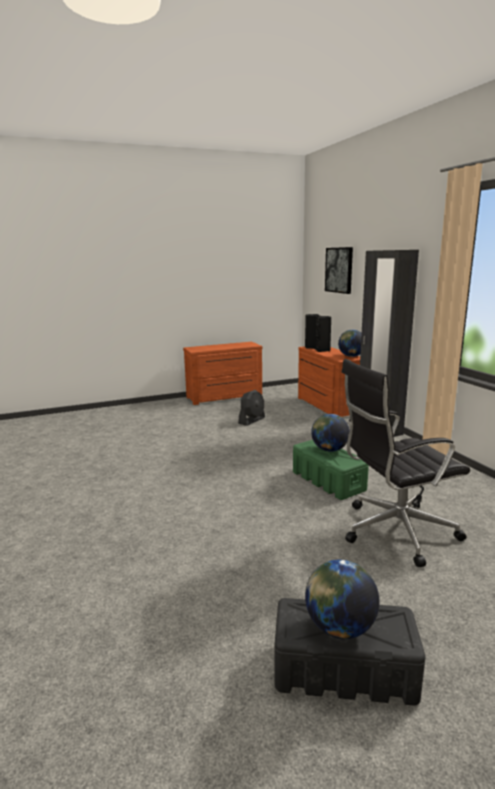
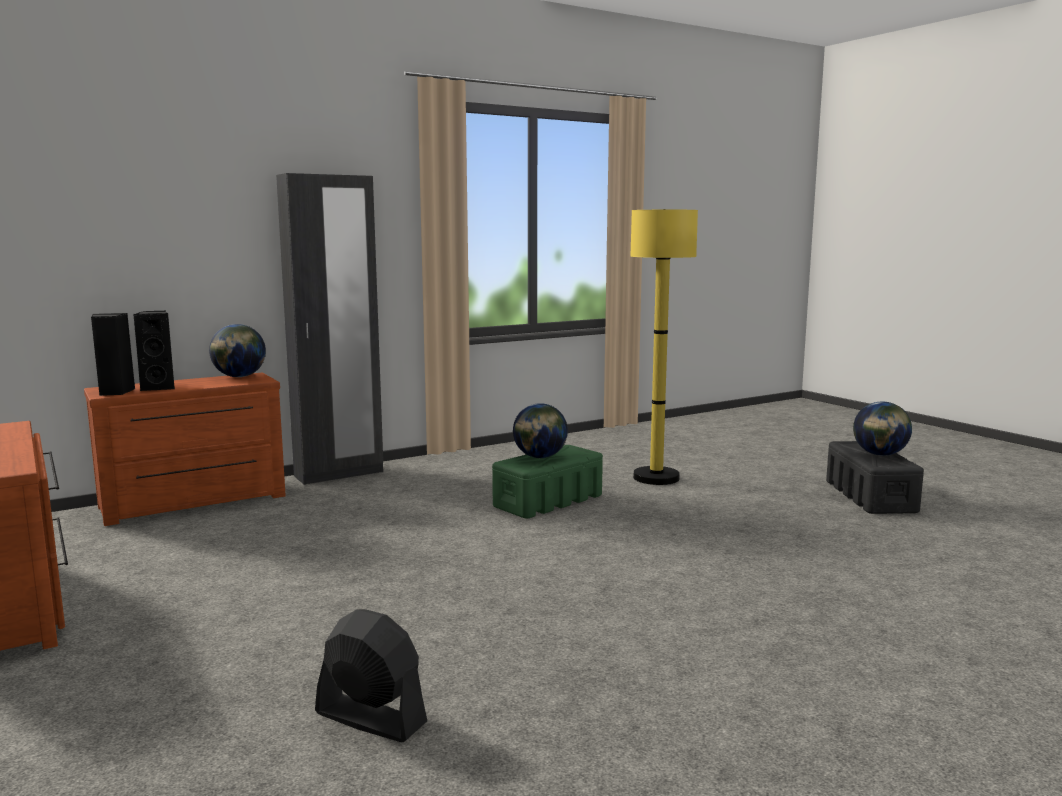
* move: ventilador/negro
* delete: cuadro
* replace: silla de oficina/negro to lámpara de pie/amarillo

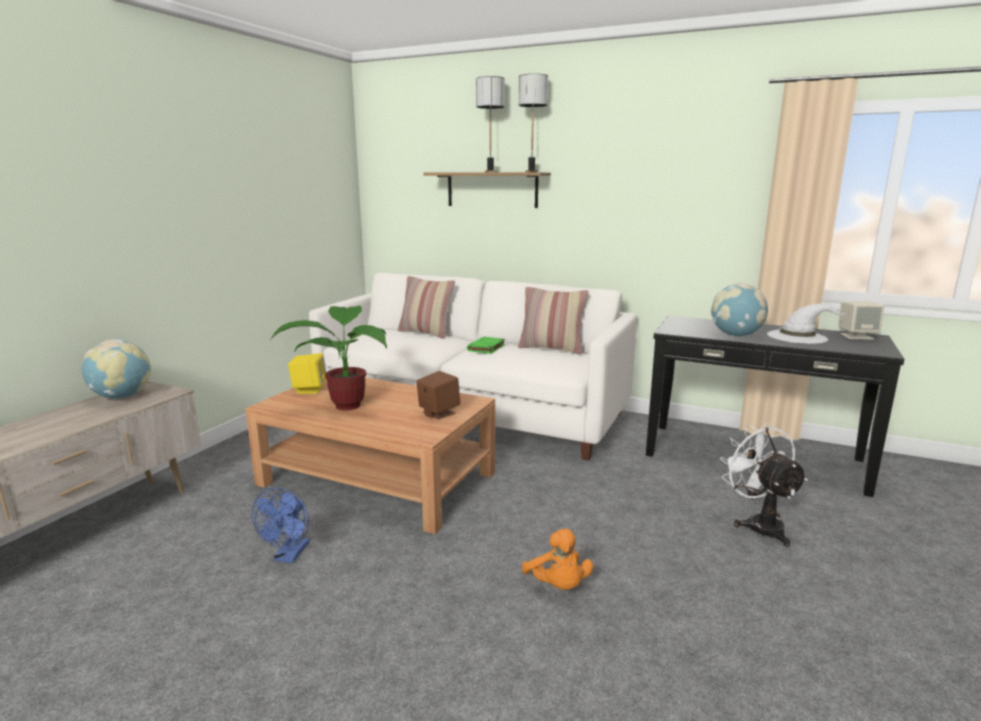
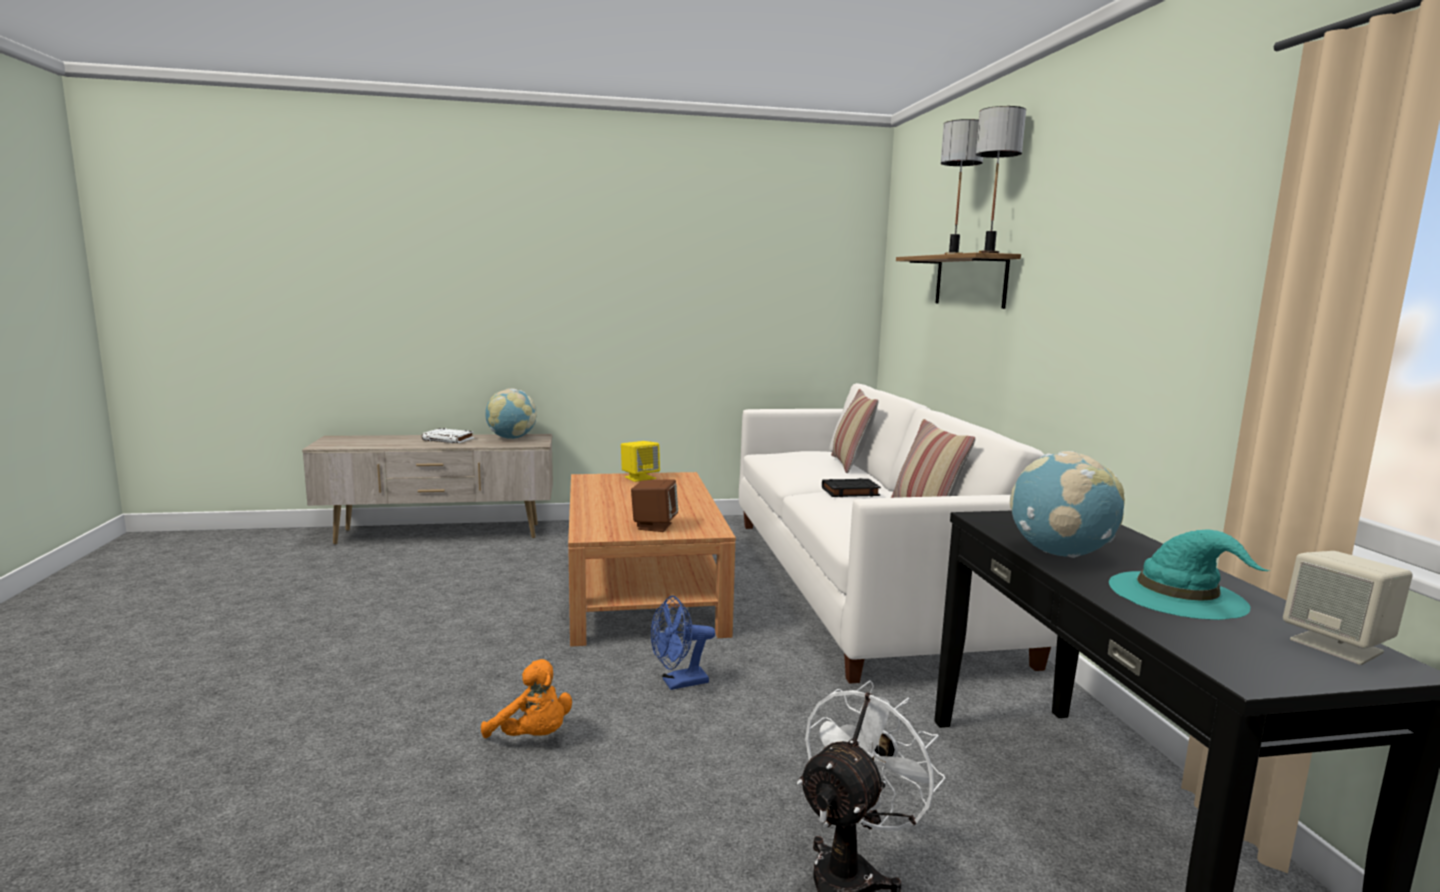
* move: ventilador/azul
* delete: planta en maceta
* recolor: libro/verde to libro/negro
* rotate: peluche/naranja 90 degrees counterclockwise
* recolor: sombrero/blanco to sombrero/turquesa
* insert: libro/blanco

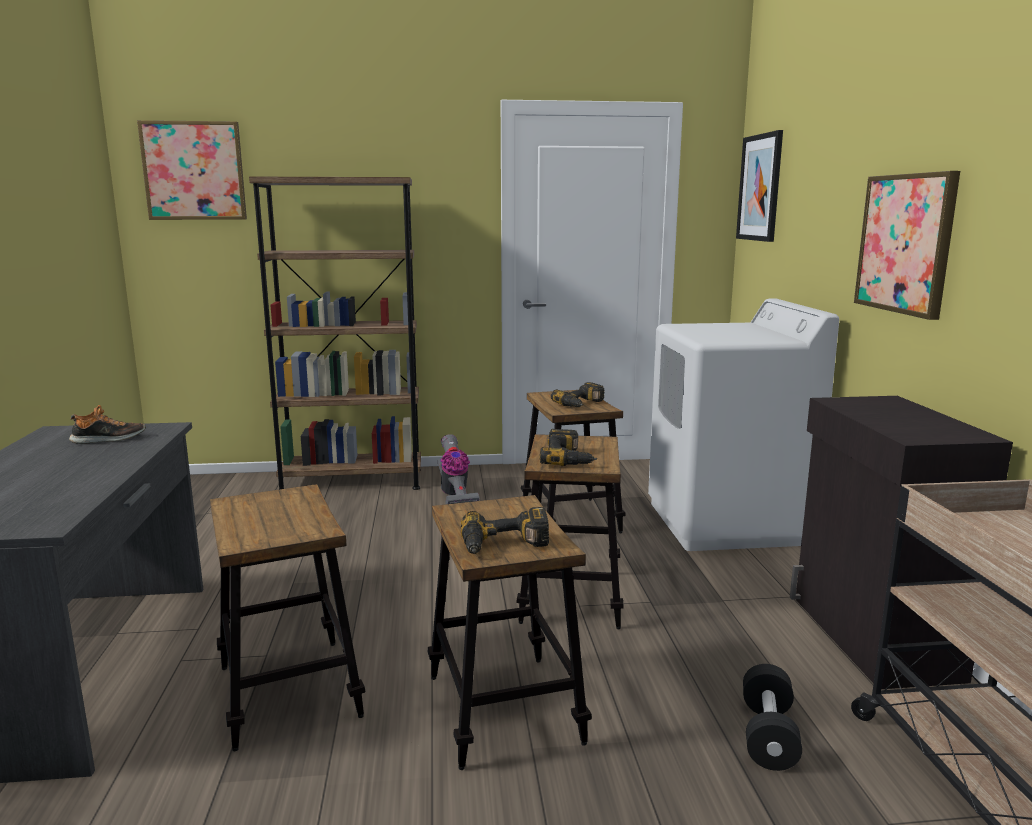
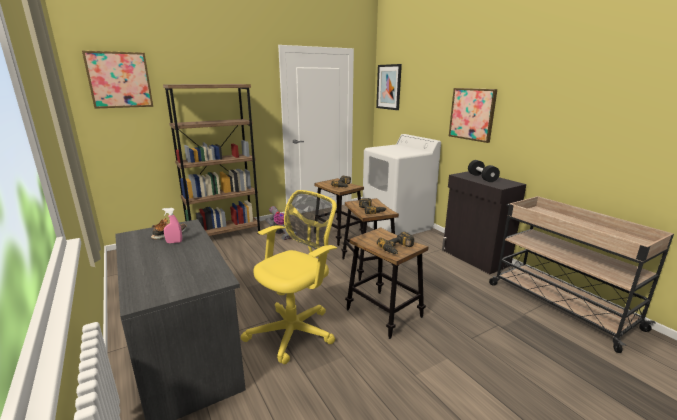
* replace: taburete (1st from left) to silla de oficina/amarillo
* move: mancuerna/negro
* insert: pulverizador/rosa

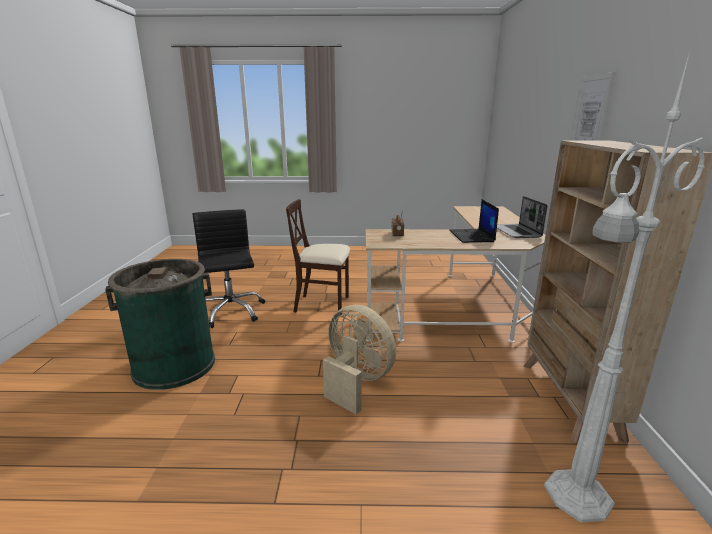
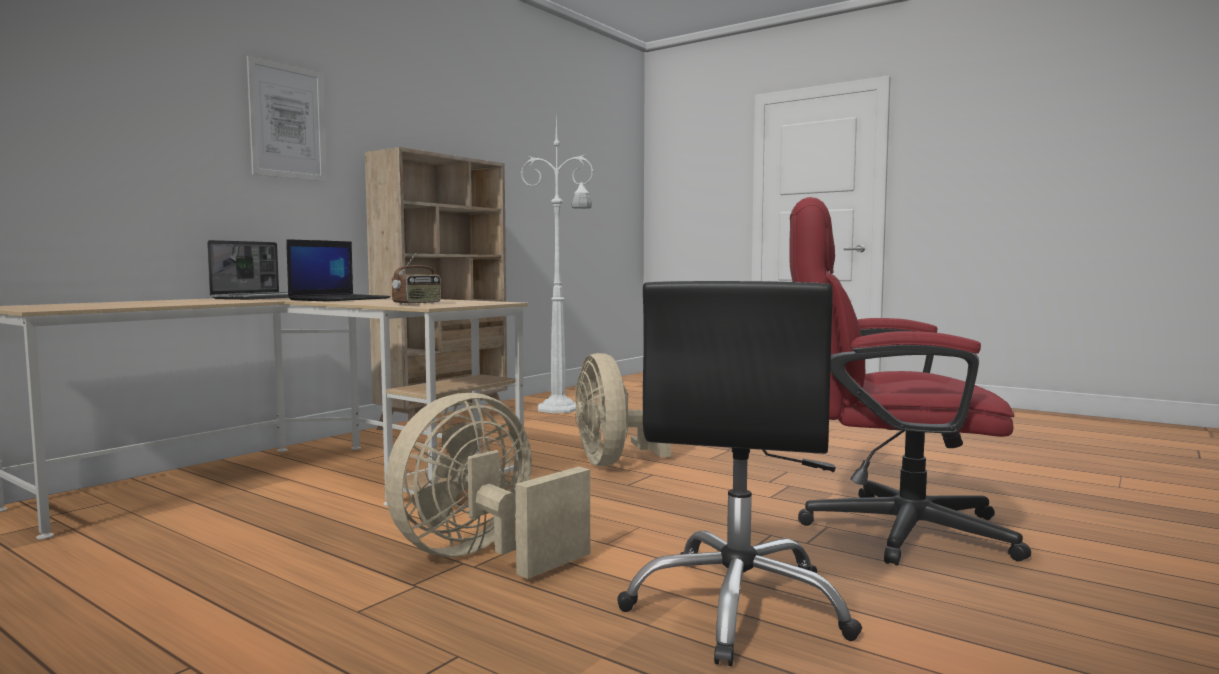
* replace: papelera/verde to silla de oficina/rojo
* replace: silla/beis to ventilador/beis (1st from left)

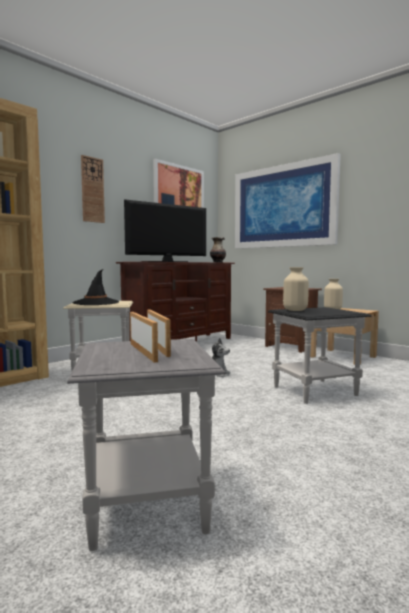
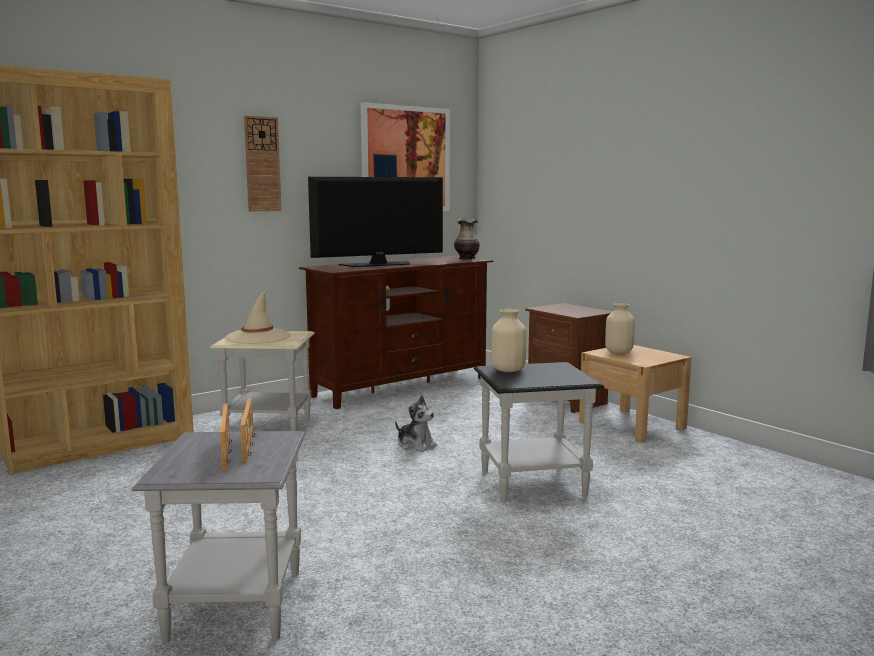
* recolor: sombrero/negro to sombrero/beis
* delete: cuadro (2nd from left)

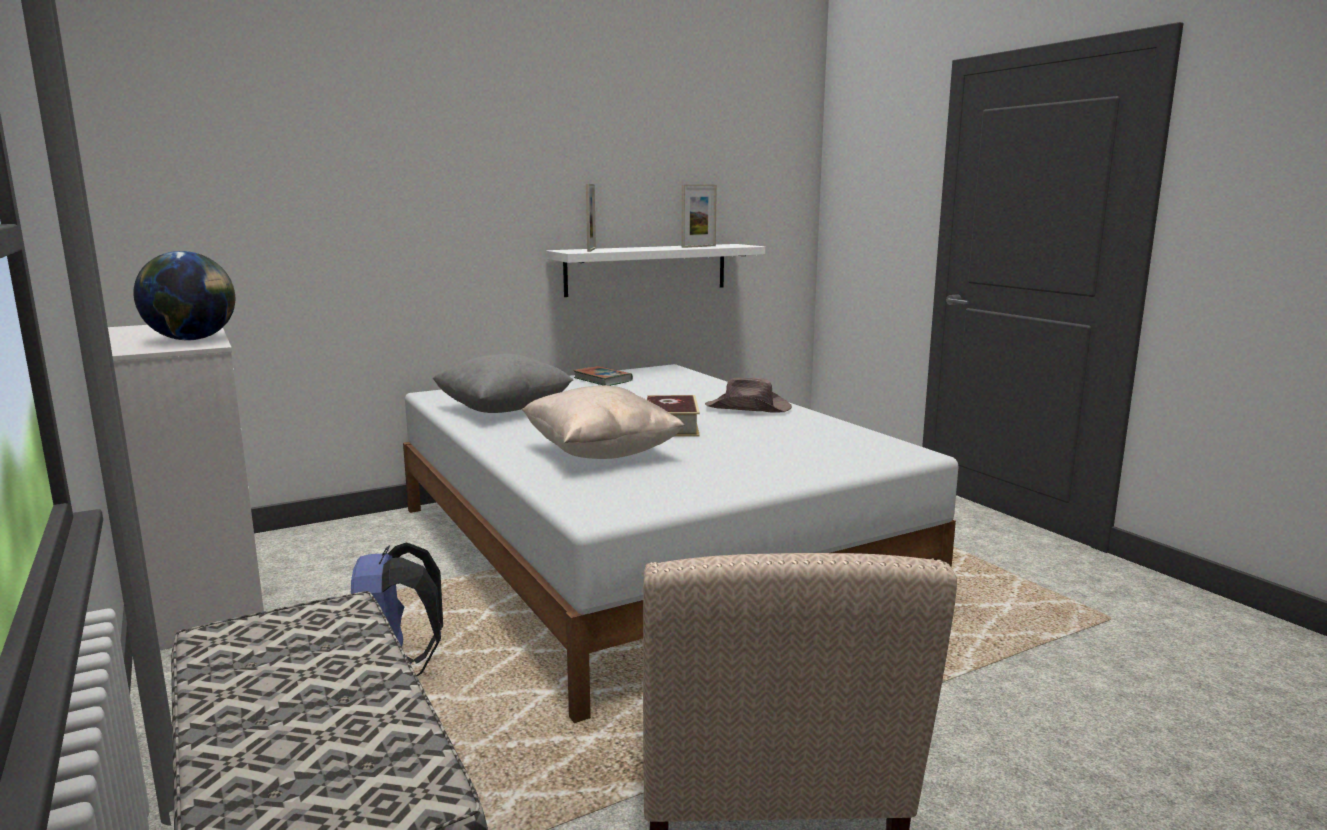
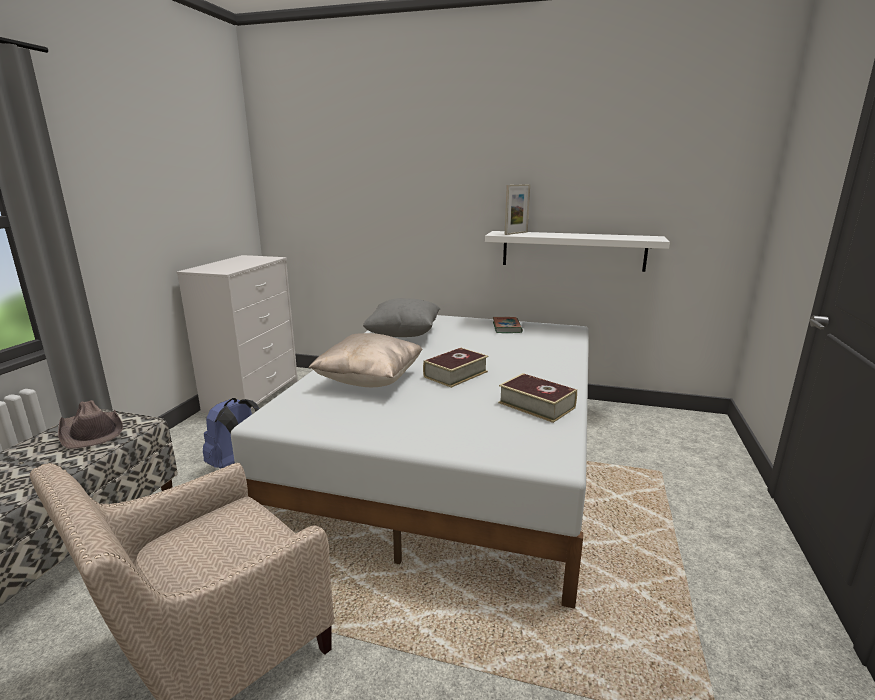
* delete: globo terráqueo
* delete: portarretratos (2nd from left)
* move: sombrero/marrón
* insert: libro (3rd from left)

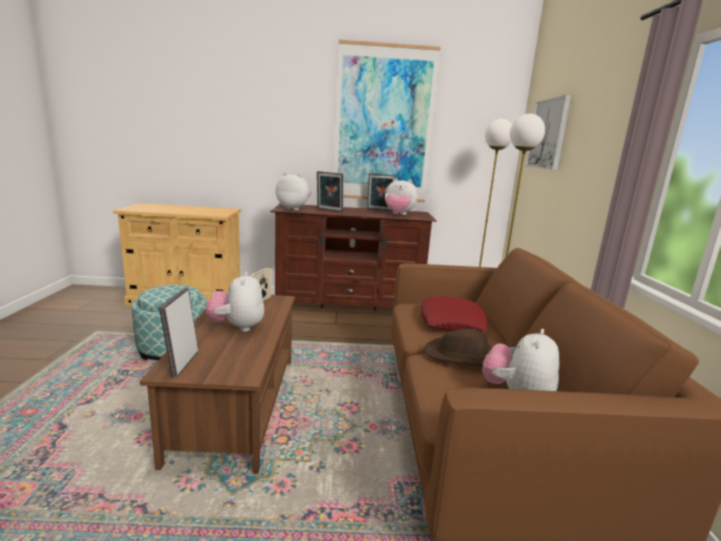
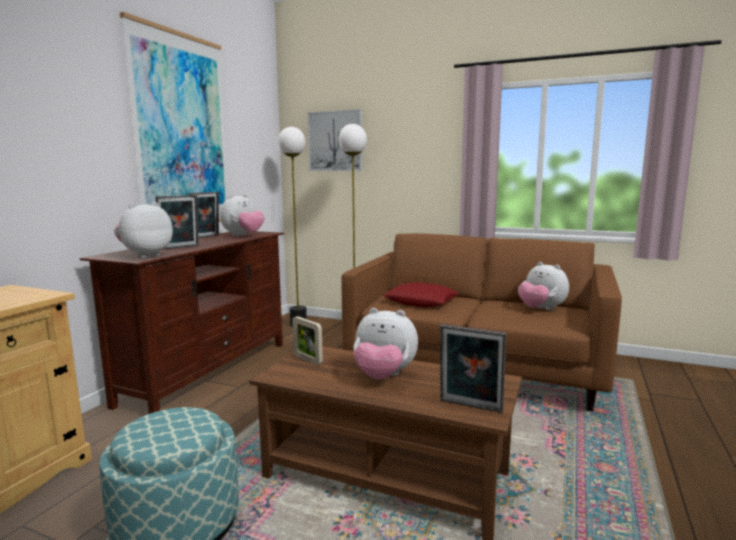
* delete: sombrero/marrón

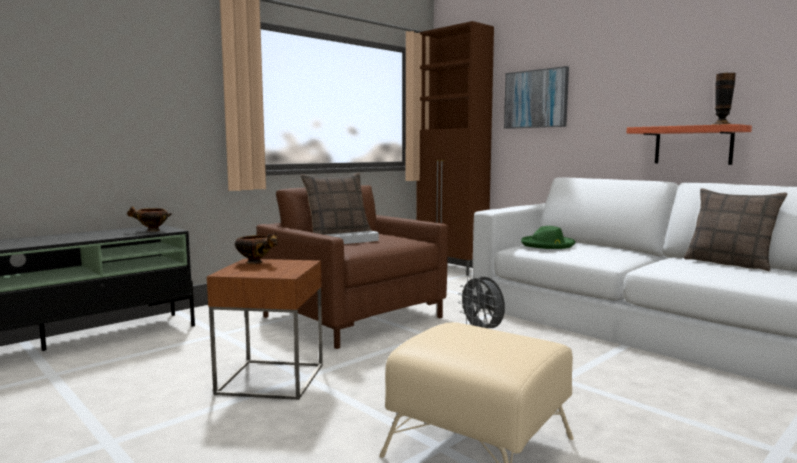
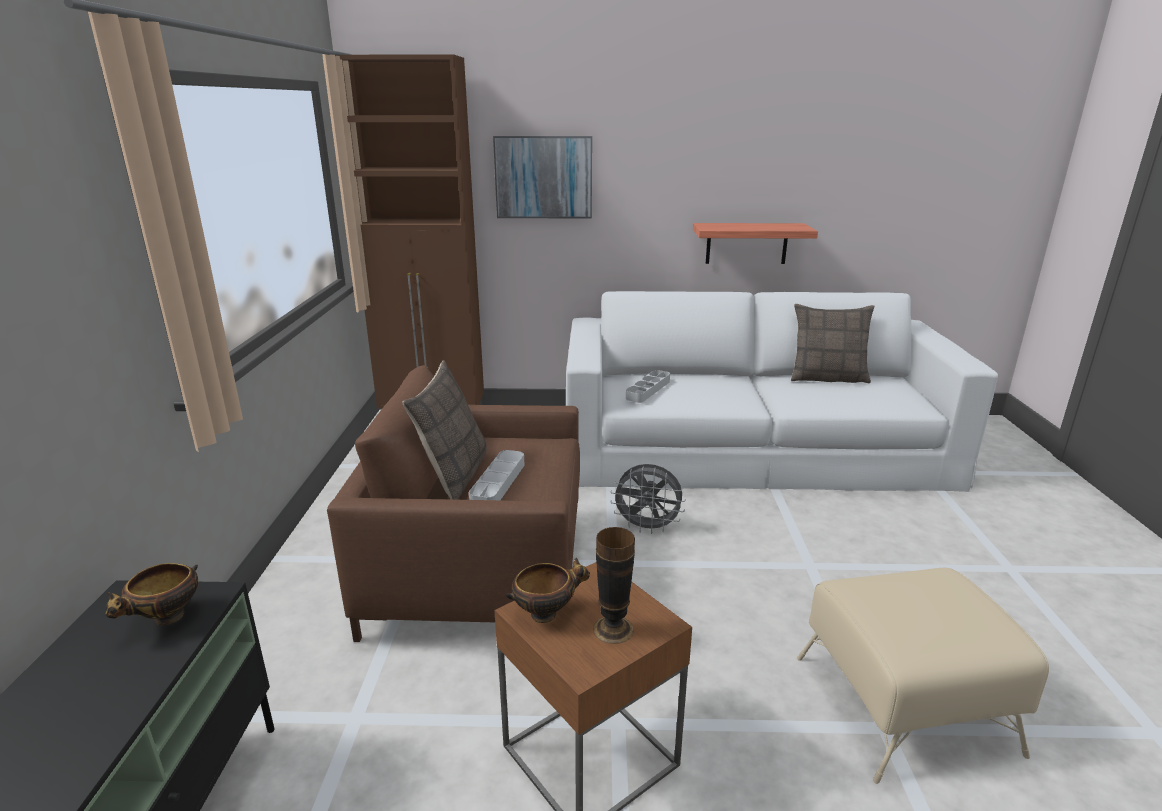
* replace: sombrero/verde to bandeja/gris (2nd from left)
* move: florero

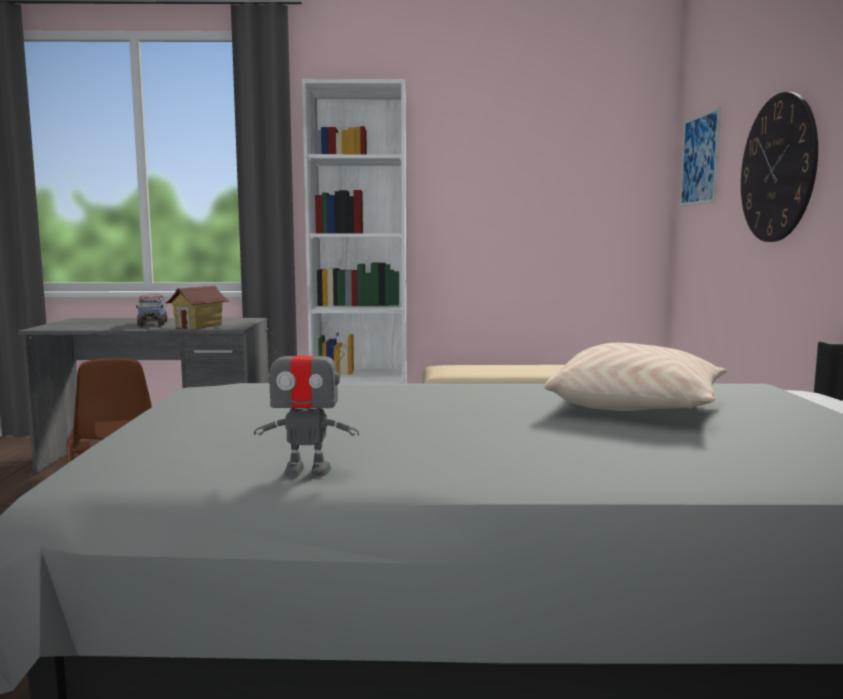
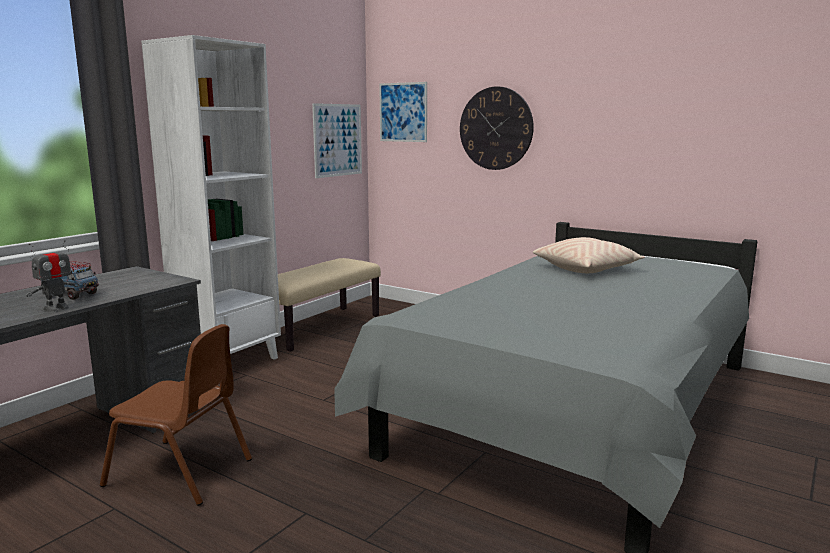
* delete: casita
* move: robot de juguete
* insert: cuadro (1st from left)

